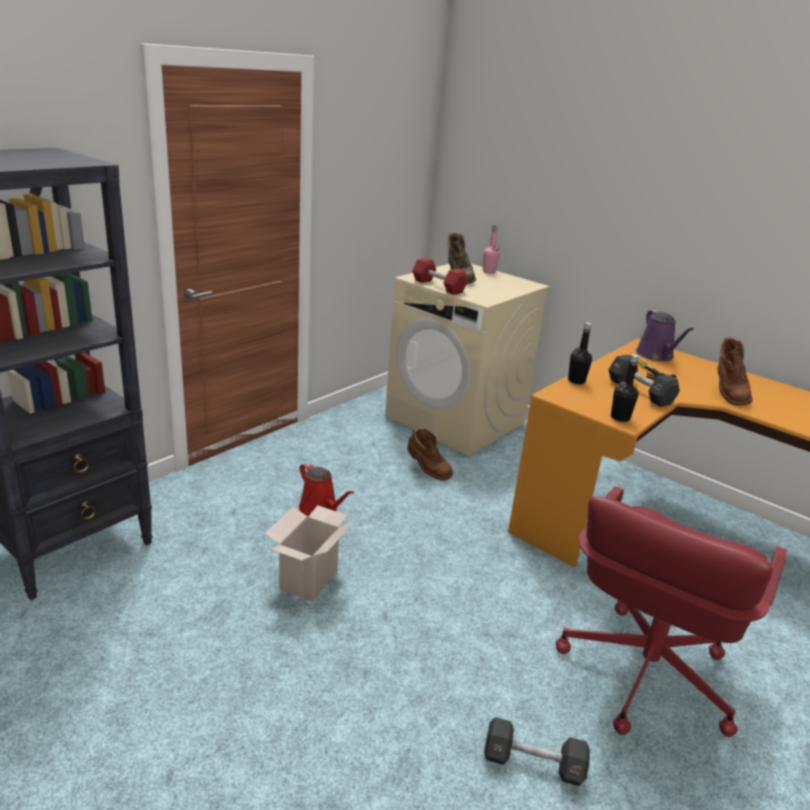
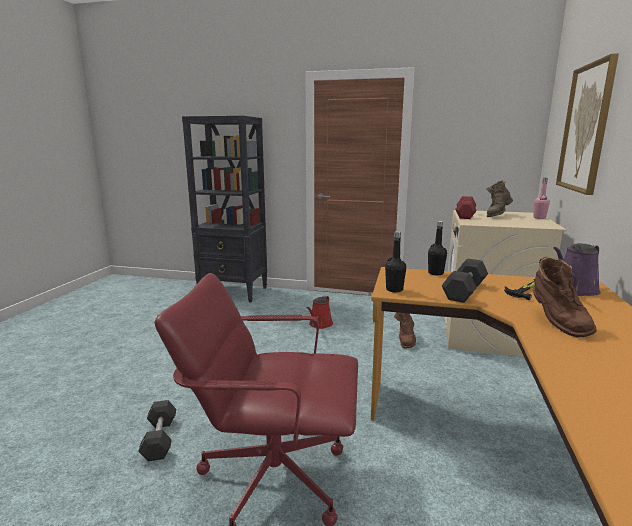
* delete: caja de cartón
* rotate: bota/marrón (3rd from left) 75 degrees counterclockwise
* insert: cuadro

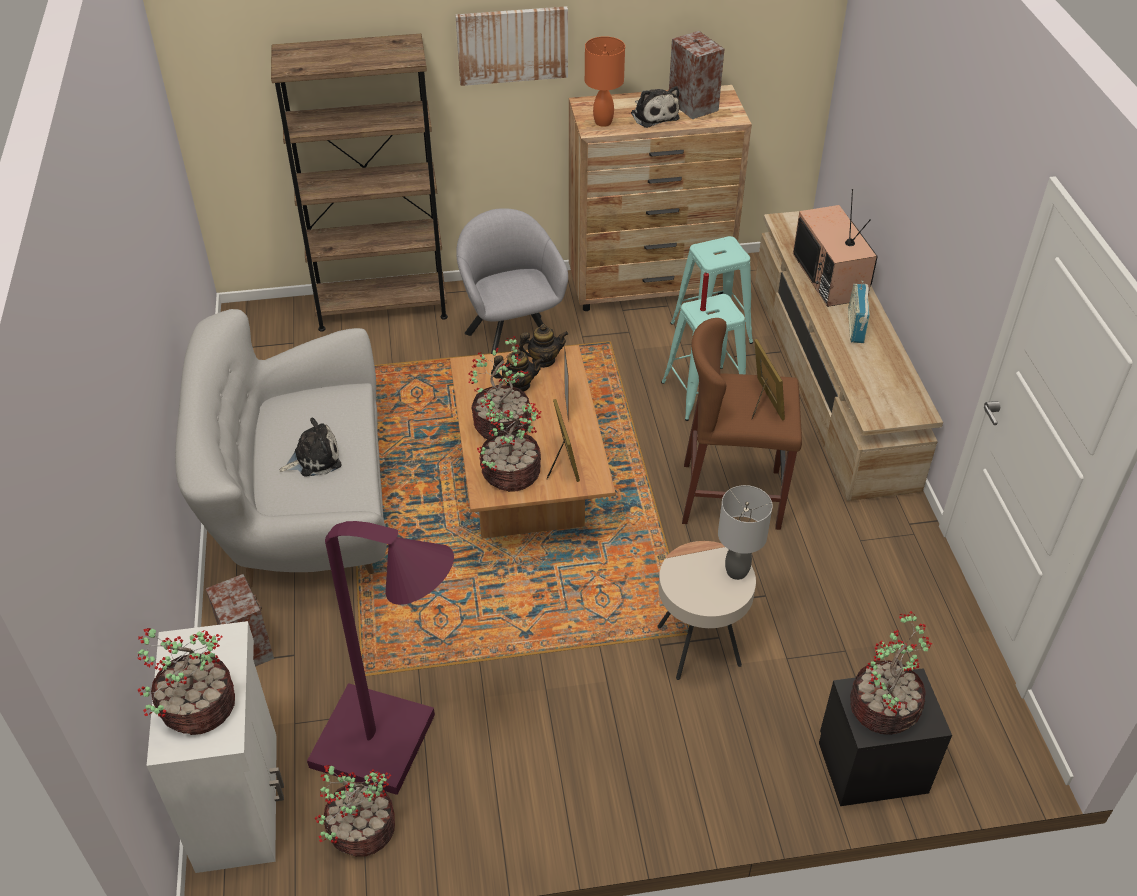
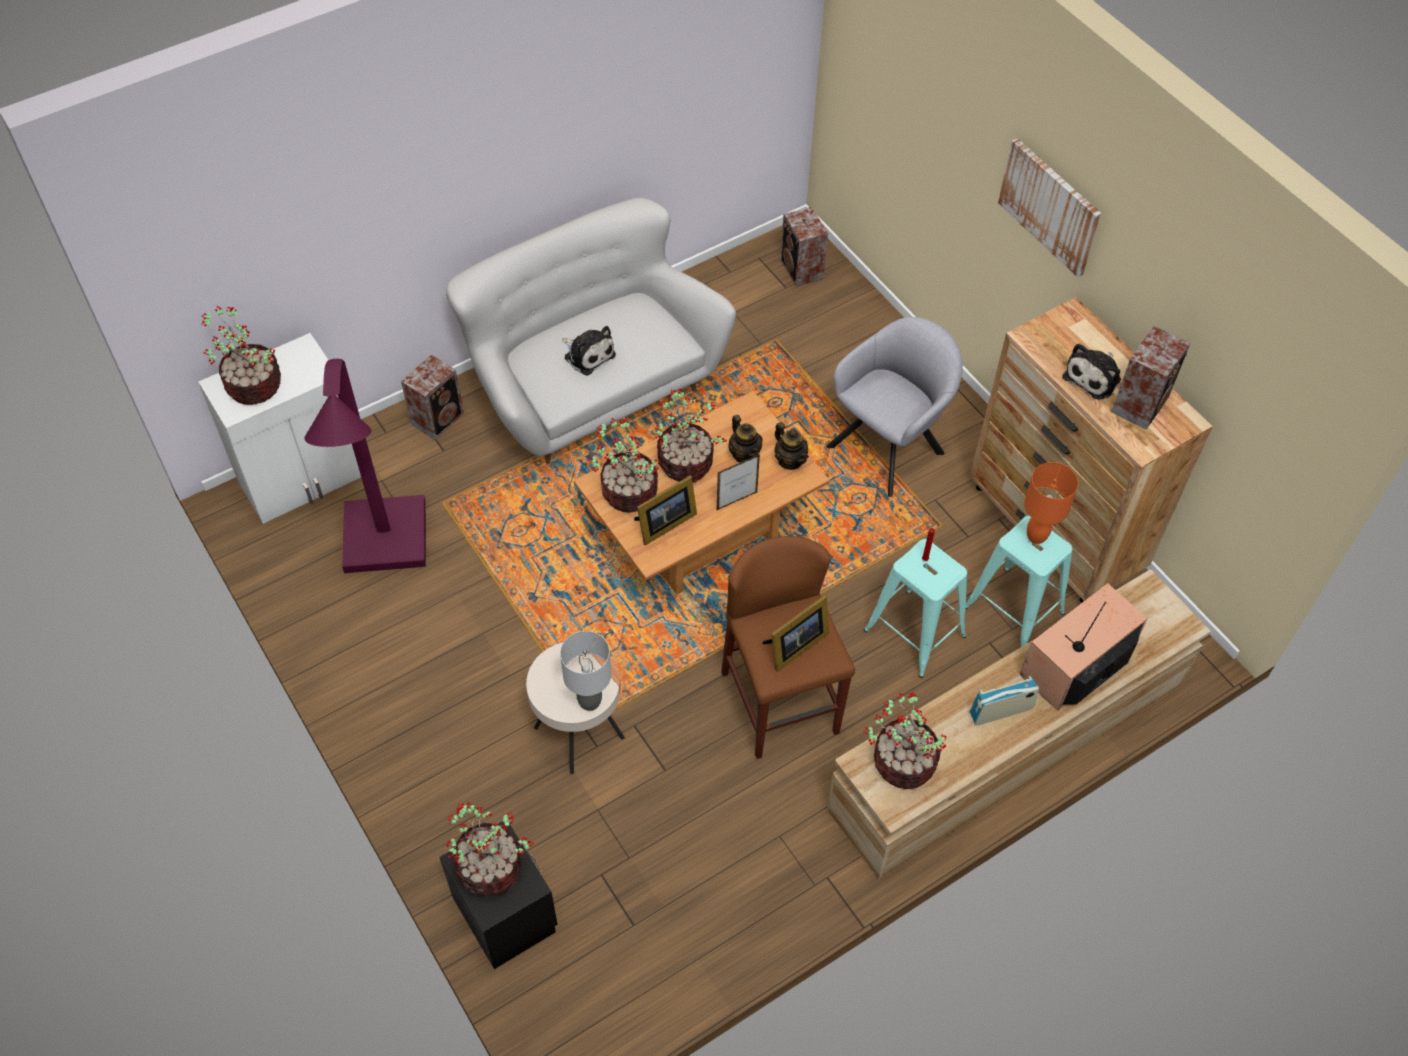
* delete: estantería/marrón
* move: planta en maceta (2nd from left in the first image) to planta en maceta (5th from left)
* move: lámpara de mesa/naranja
* insert: altavoz (2nd from left)

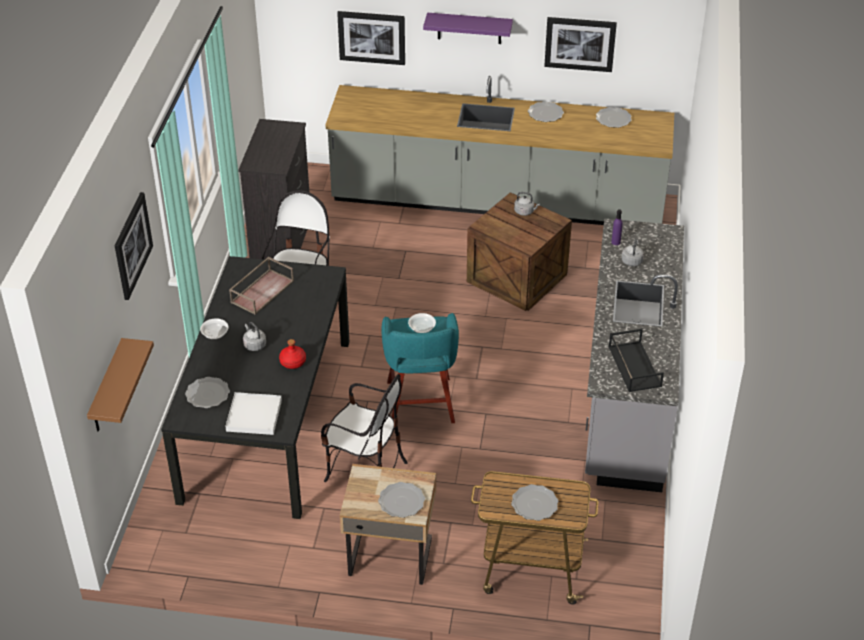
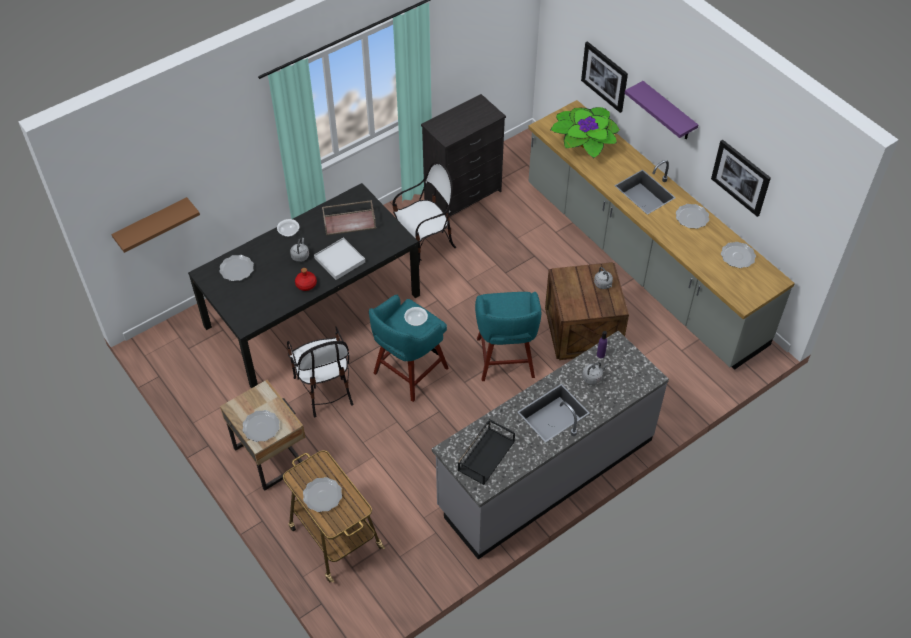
* delete: cuadro (1st from left)
* move: bandeja/blanco
* insert: taburete/turquesa (2nd from left)
* insert: planta en maceta

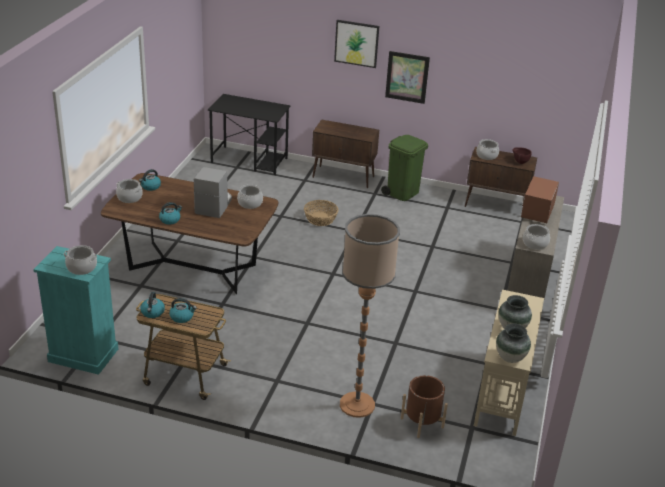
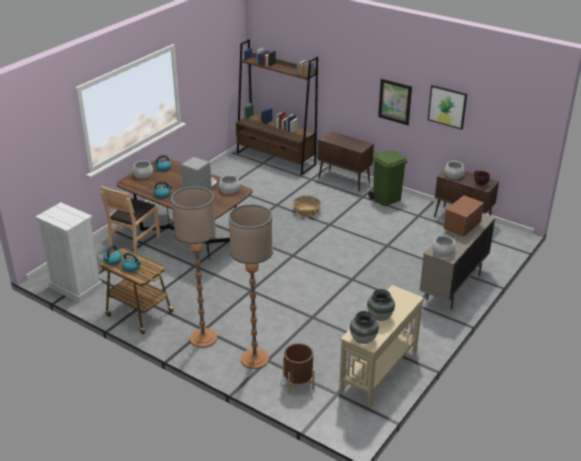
* recolor: cómoda/turquesa to cómoda/blanco
* delete: olla (1st from left)
* replace: escritorio/negro to estantería/marrón
* move: cuadro (1st from left in the first image) to cuadro (2nd from left)
* insert: silla/marrón
* insert: lámpara de pie (1st from left)

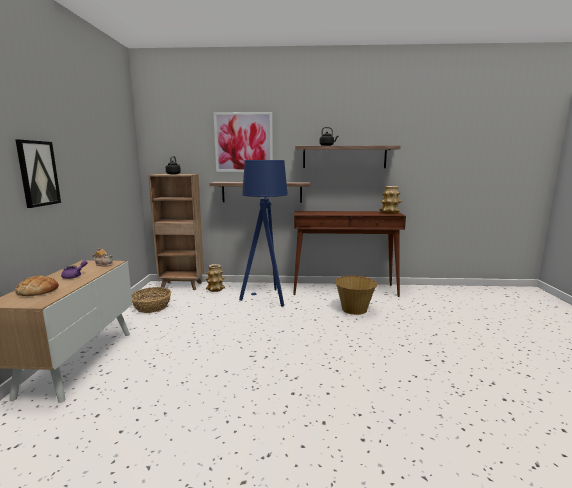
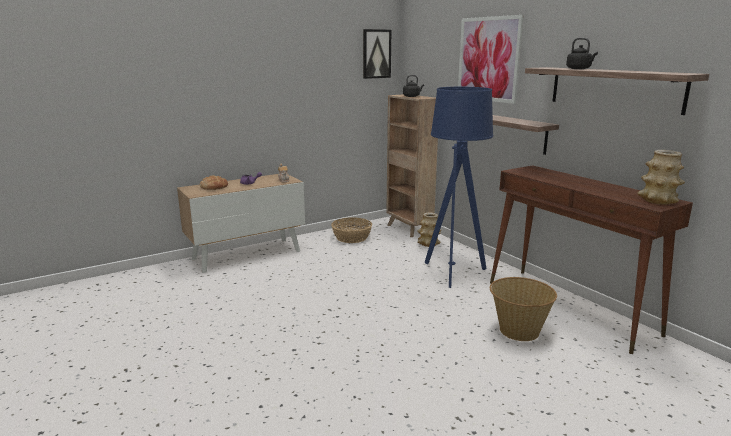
* move: cuadro (1st from left)

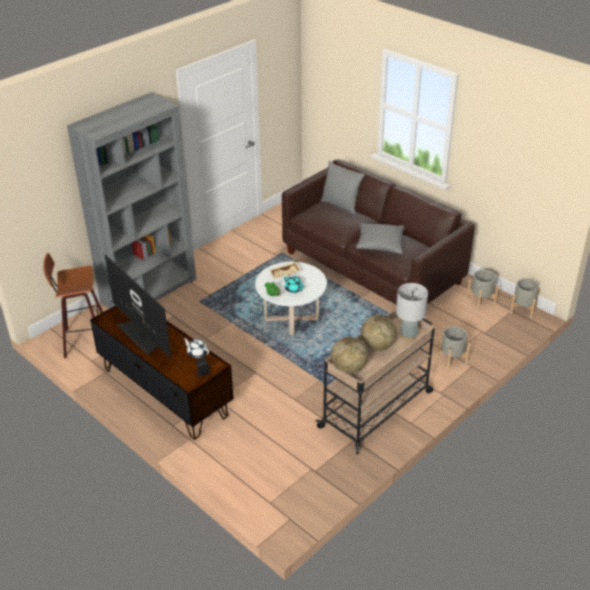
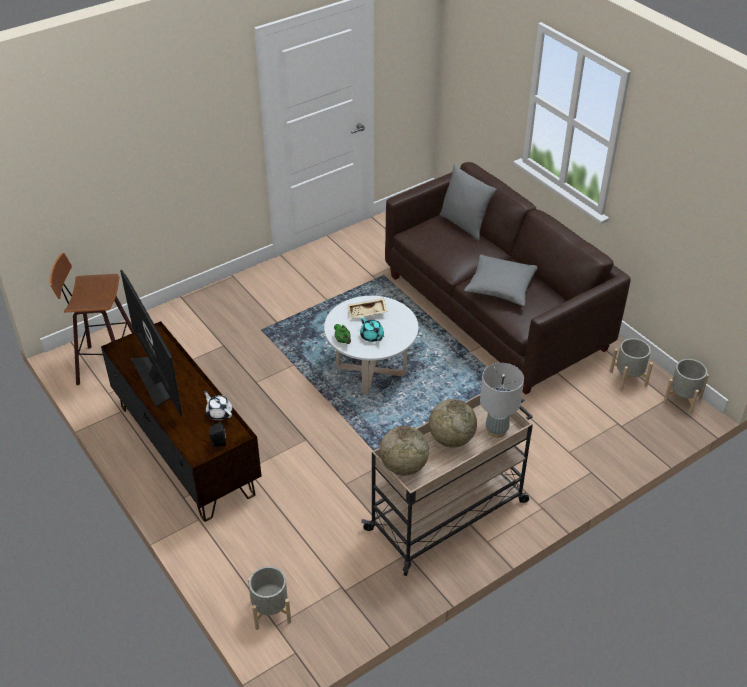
* delete: estantería/gris
* move: maceta/gris (1st from left)

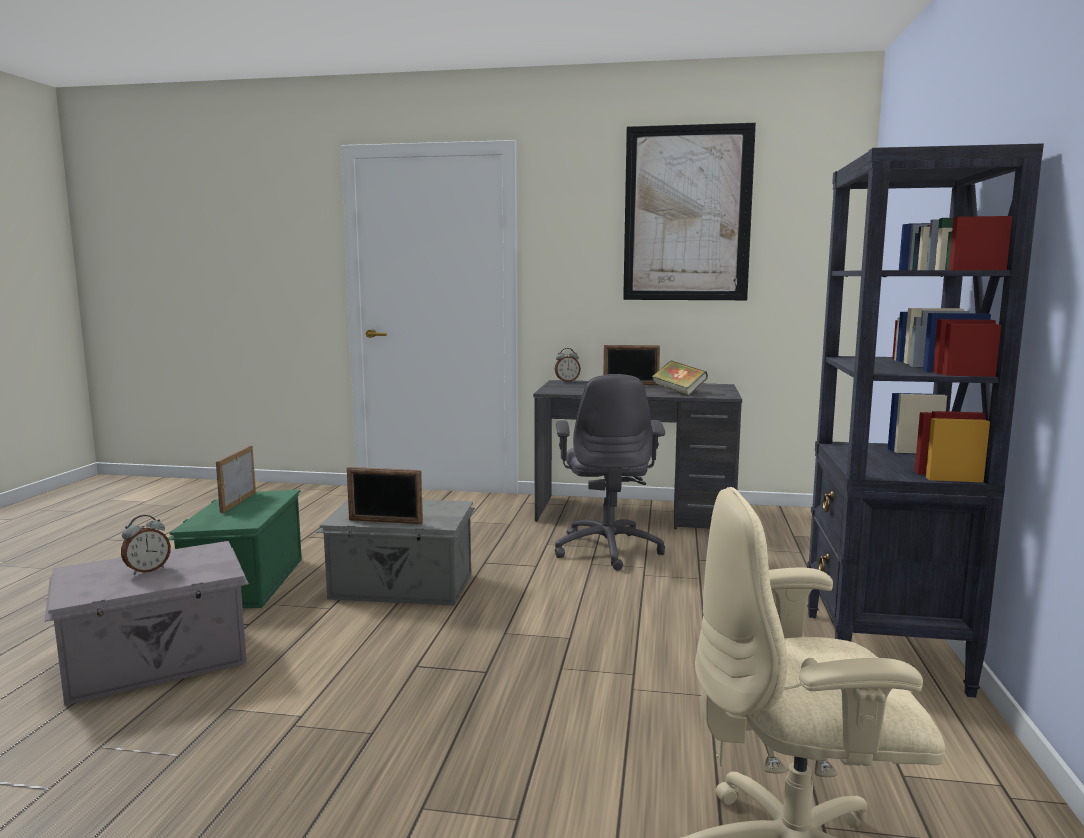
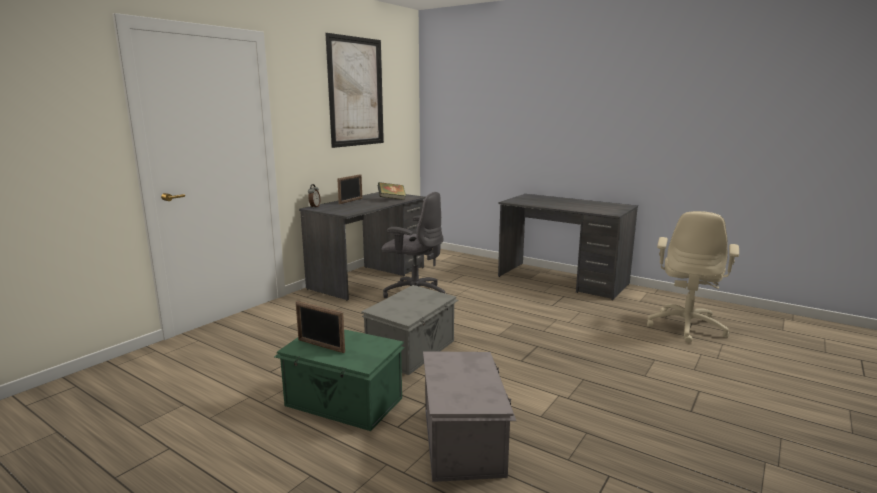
* delete: despertador (1st from left)
* delete: portarretratos (2nd from left)
* replace: estantería/negro to escritorio/gris (2nd from left)

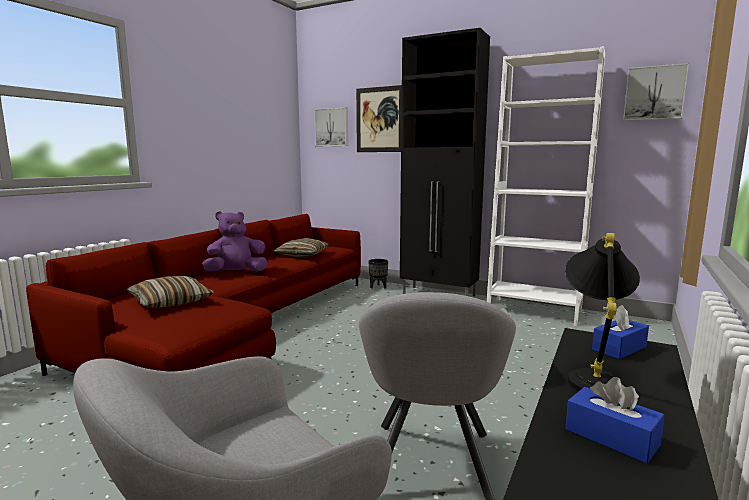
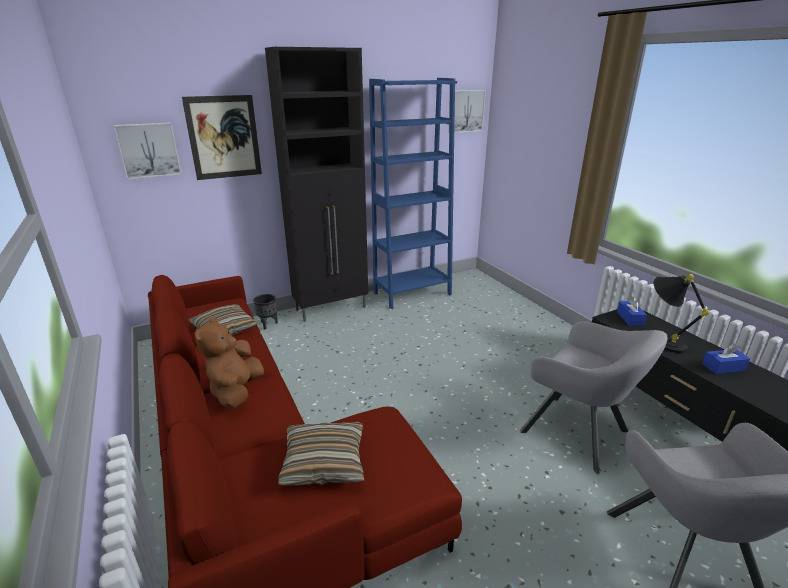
* recolor: peluche/morado to peluche/marrón
* recolor: estantería/blanco to estantería/azul

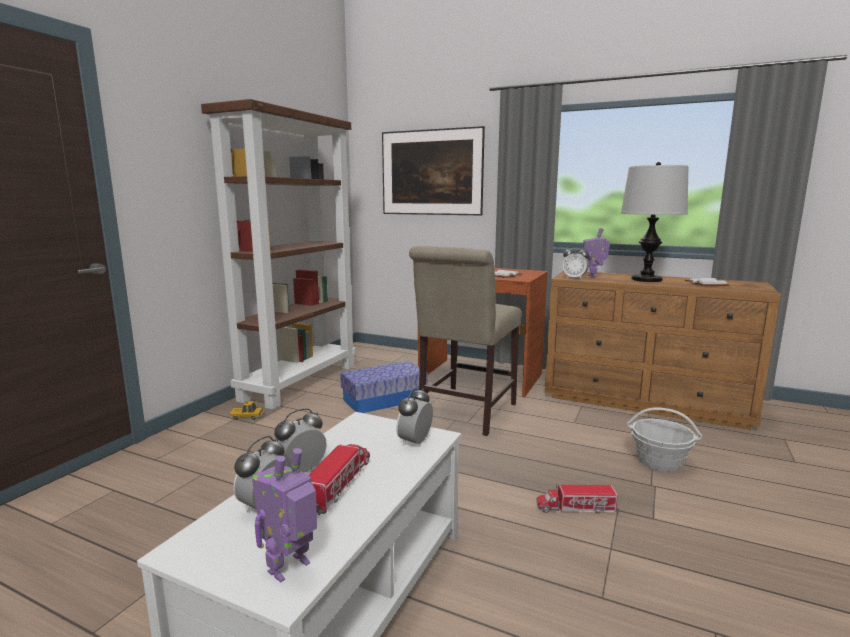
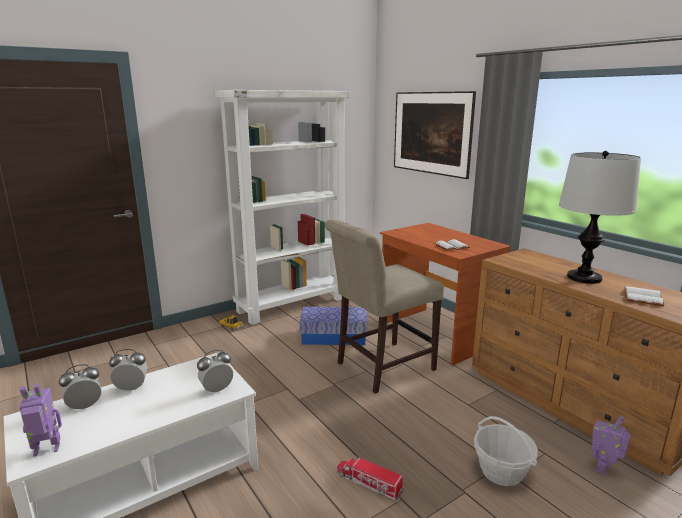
* recolor: estantería/marrón to estantería/blanco
* delete: camión de juguete (1st from left)
* delete: despertador (4th from left)
* move: robot de juguete (2nd from left)

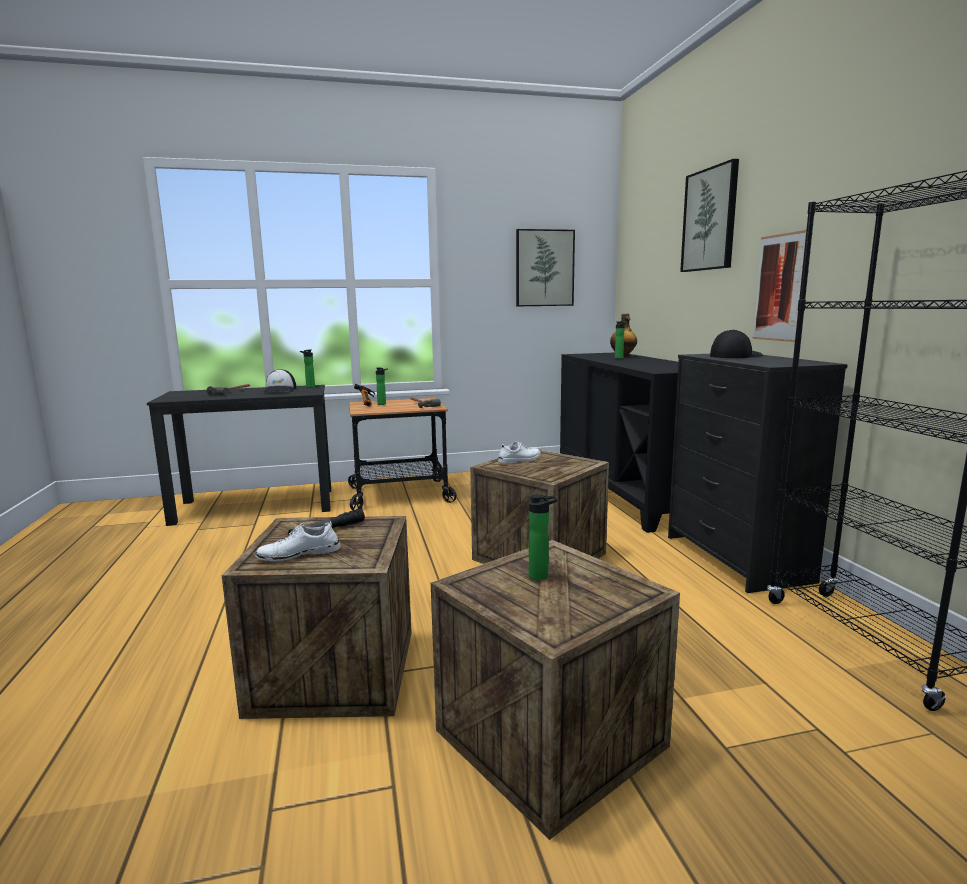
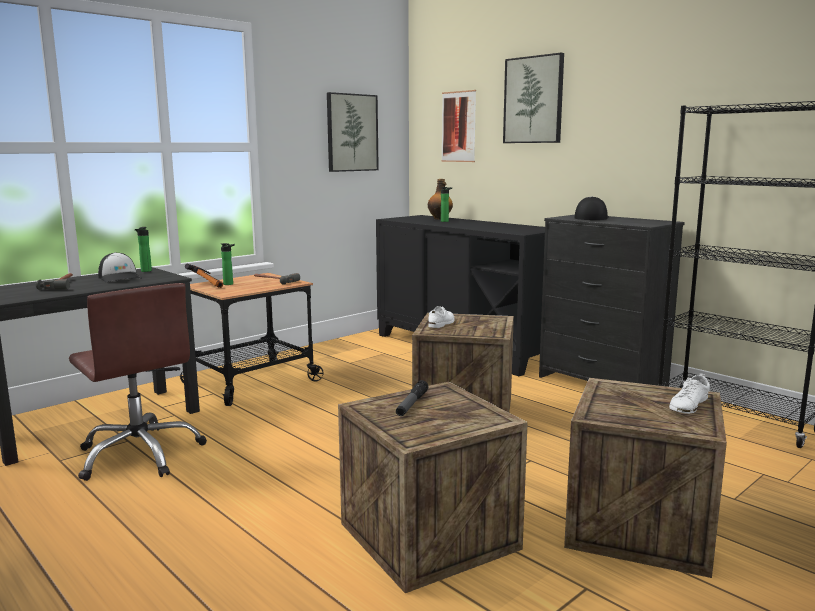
* move: zapato/blanco (1st from left in the first image) to zapato/blanco (2nd from left)
* delete: botella (3rd from left)
* move: cuadro (3rd from left in the first image) to cuadro (2nd from left)
* insert: silla de oficina/marrón

